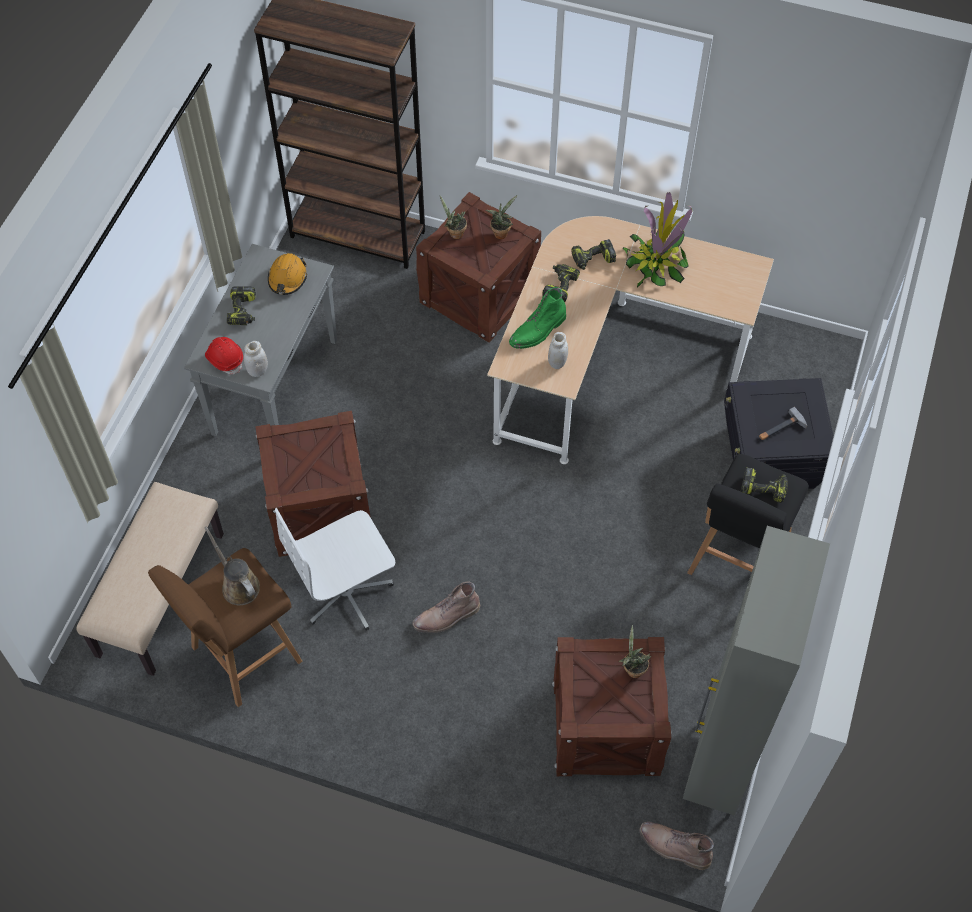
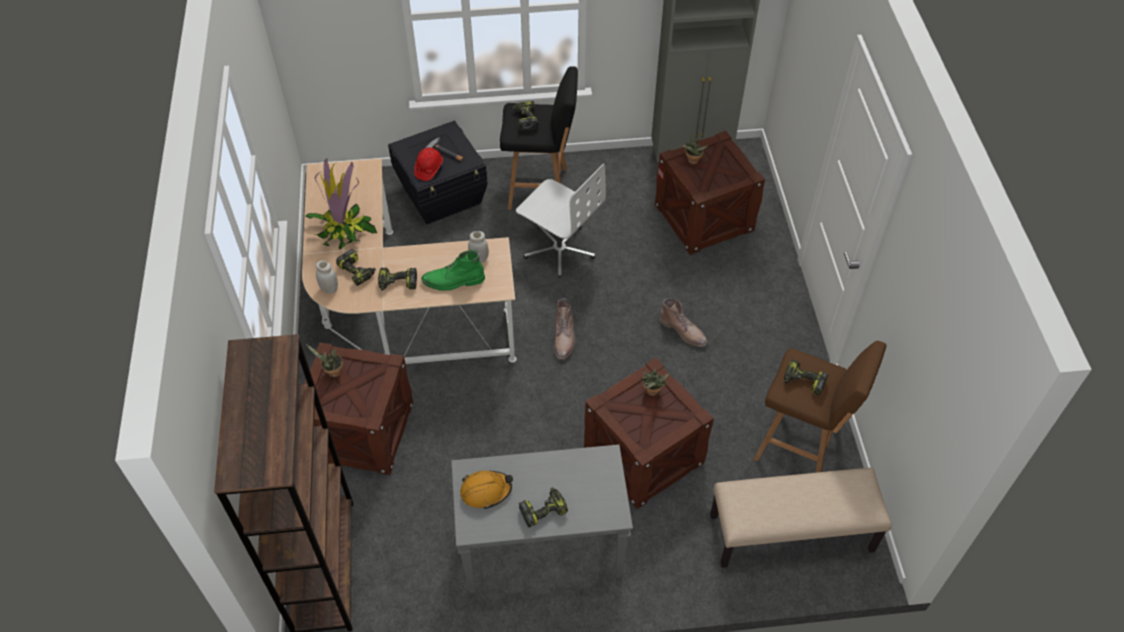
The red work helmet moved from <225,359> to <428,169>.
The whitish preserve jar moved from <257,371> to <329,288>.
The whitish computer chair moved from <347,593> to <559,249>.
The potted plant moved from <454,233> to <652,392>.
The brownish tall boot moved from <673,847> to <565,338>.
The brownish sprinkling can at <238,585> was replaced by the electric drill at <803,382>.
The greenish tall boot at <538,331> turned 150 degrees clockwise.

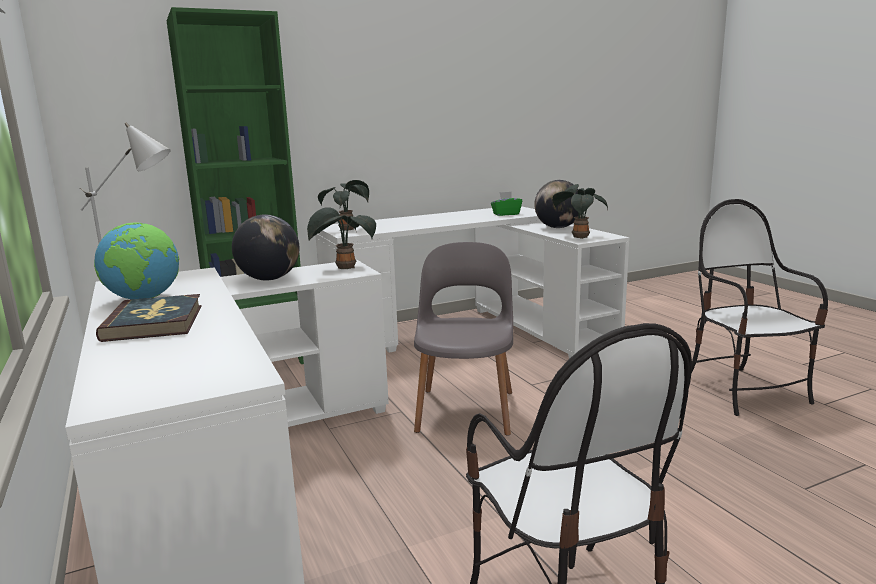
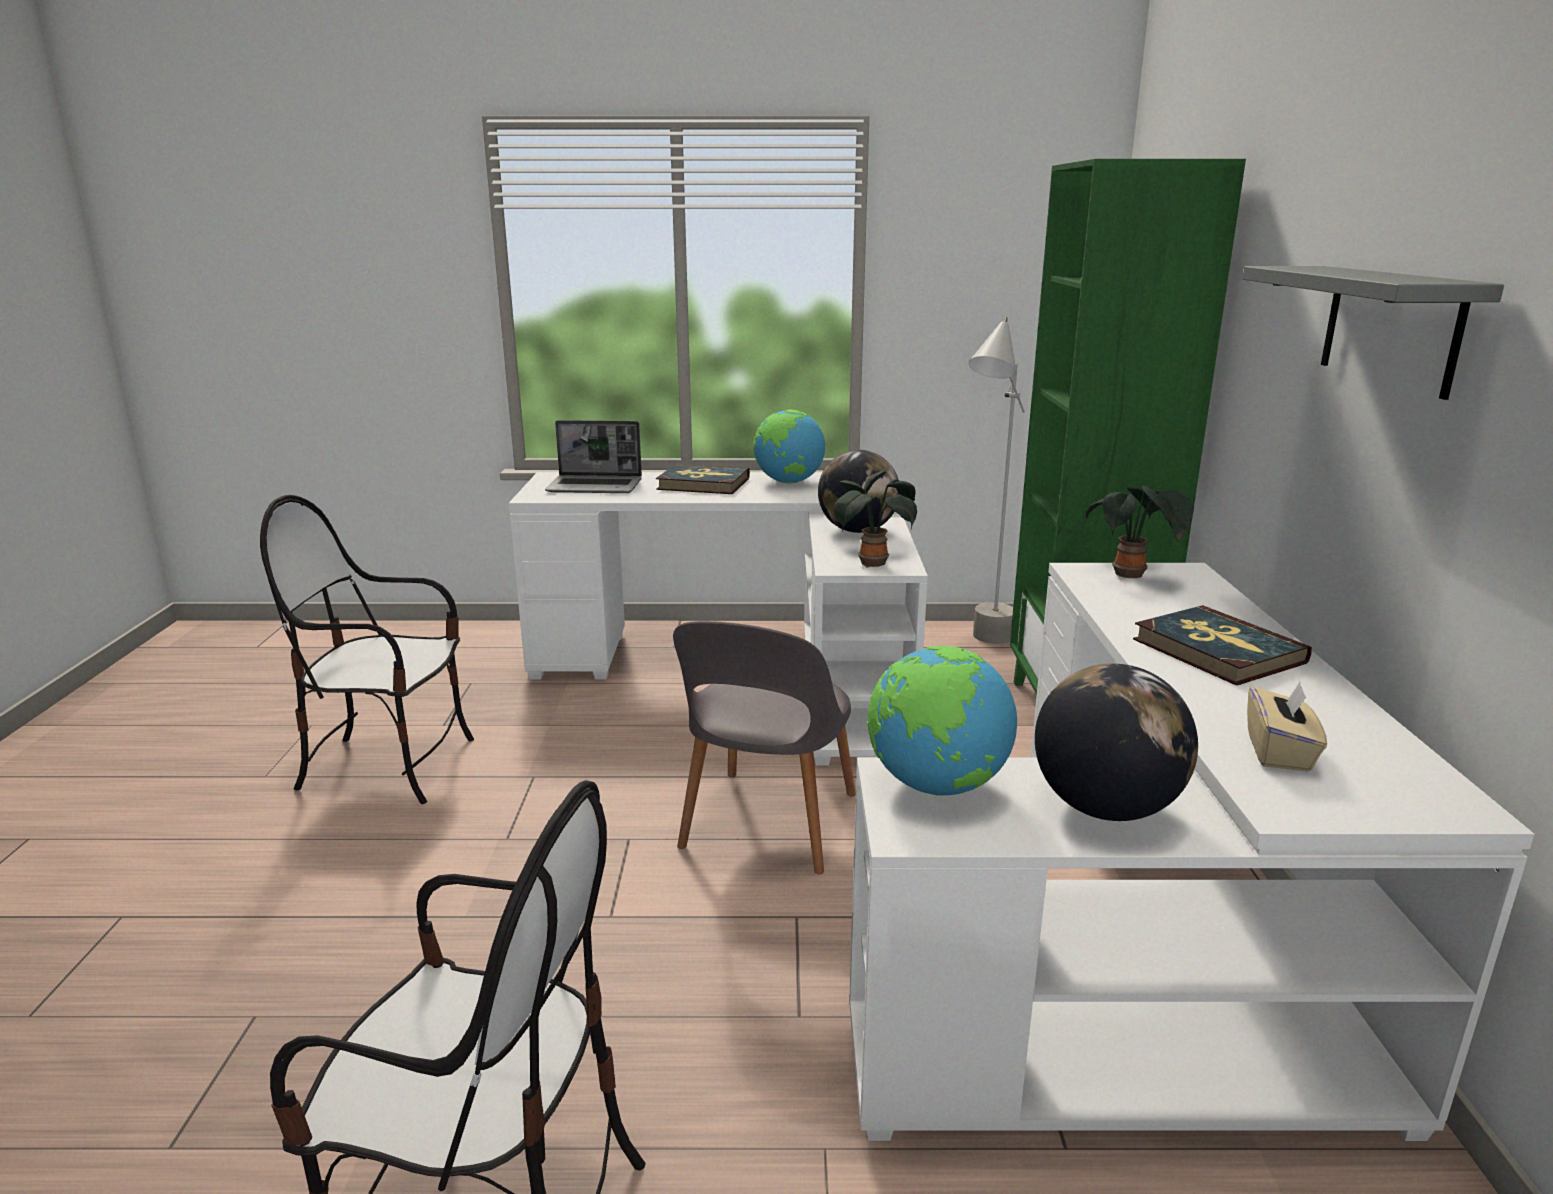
The portable computer at <596,486> appeared.
The bound book at <1217,651> appeared.
The grey shelf at <1390,328> appeared.
The potted plant at <578,237> was replaced by the world globe at <936,786>.
The greenish tissue holder at <506,214> became the sand-coloured tissue holder at <1279,752>.
The grey chair at <466,408> turned 75 degrees clockwise.

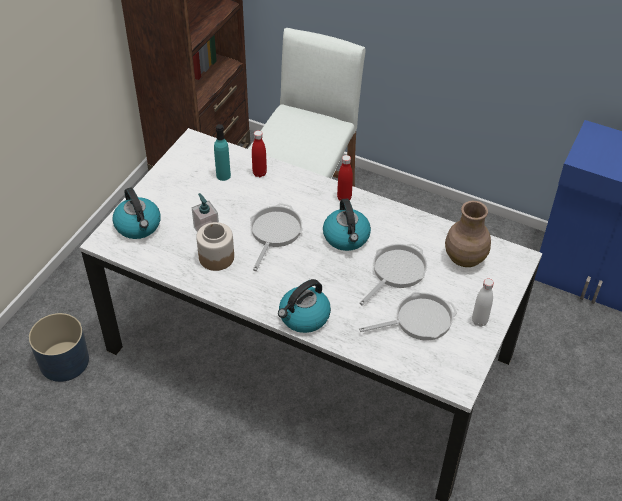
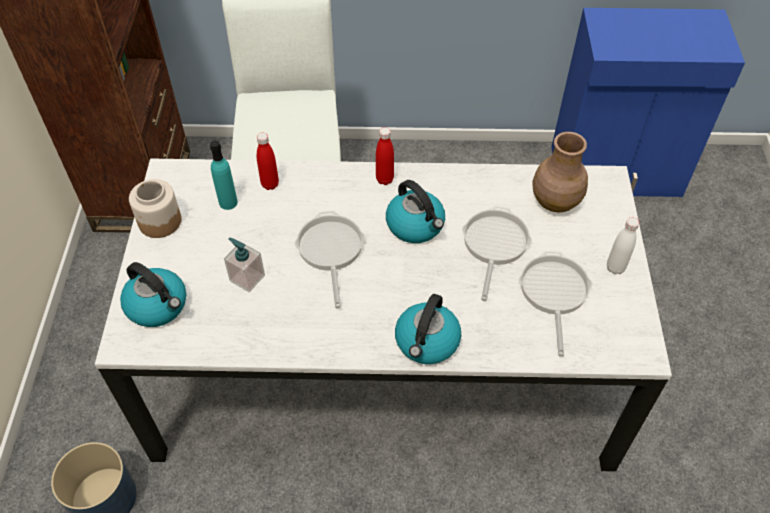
The preserve jar moved from <216,257> to <159,221>.
The skillet at <419,320> turned 45 degrees counterclockwise.

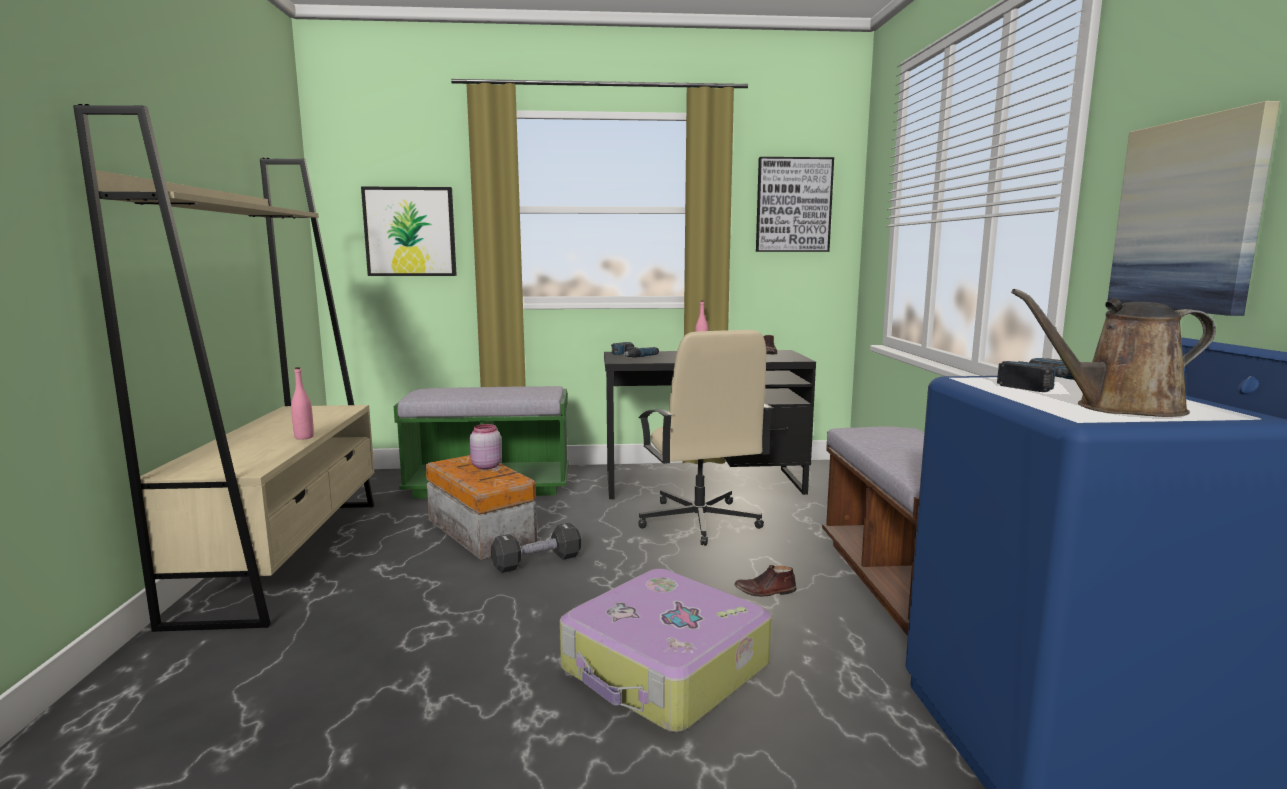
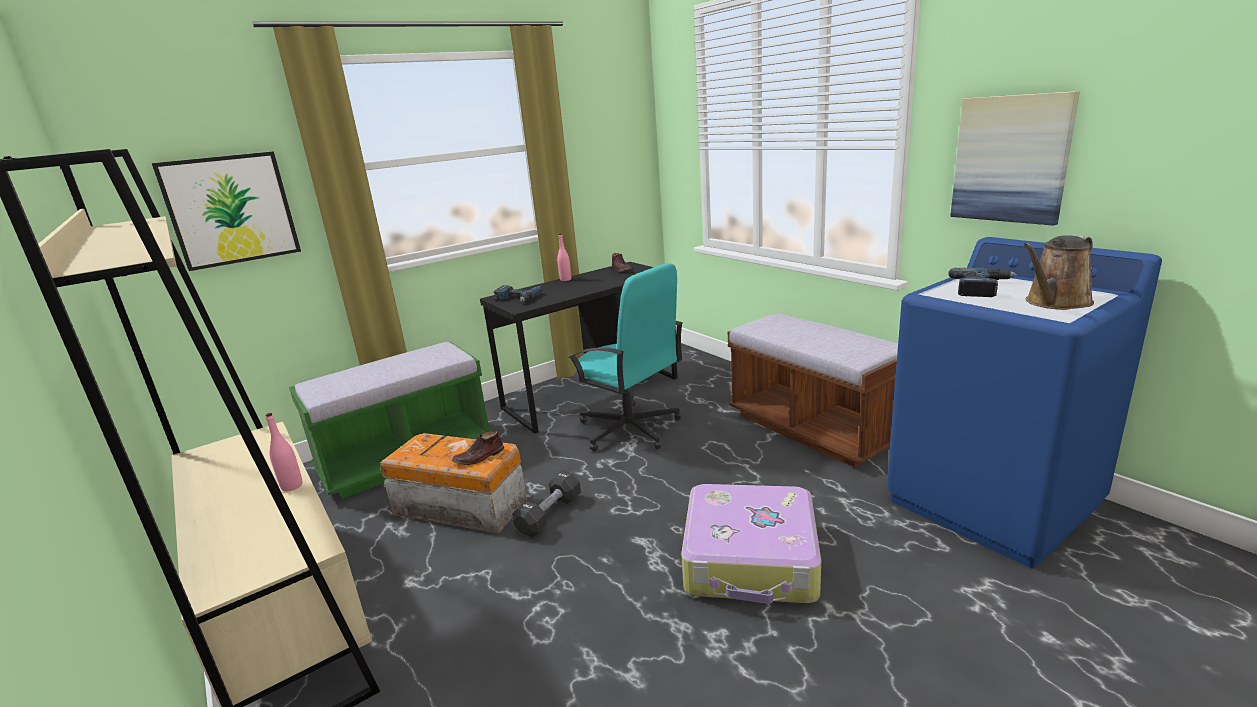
The pink preserve jar at <485,466> disappeared.
The wall art at <793,205> disappeared.
The brownish shoe moved from <765,591> to <479,457>.
The sand-coloured computer chair at <699,521> became the turquoise-coloured computer chair at <630,429>.

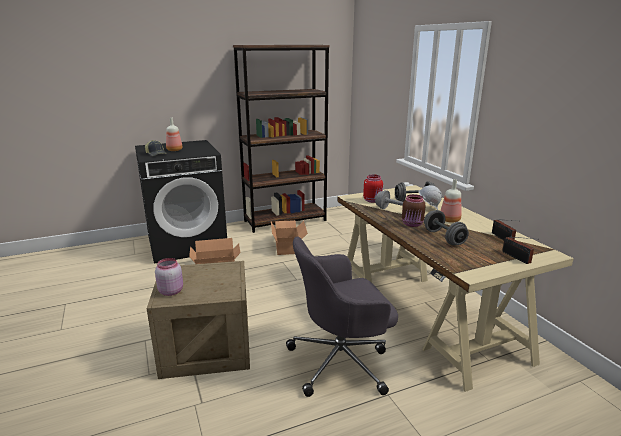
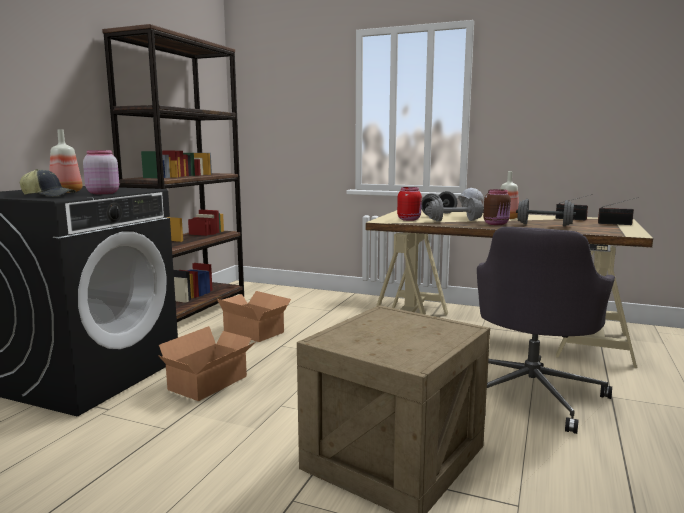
The pink preserve jar moved from <171,291> to <102,193>.

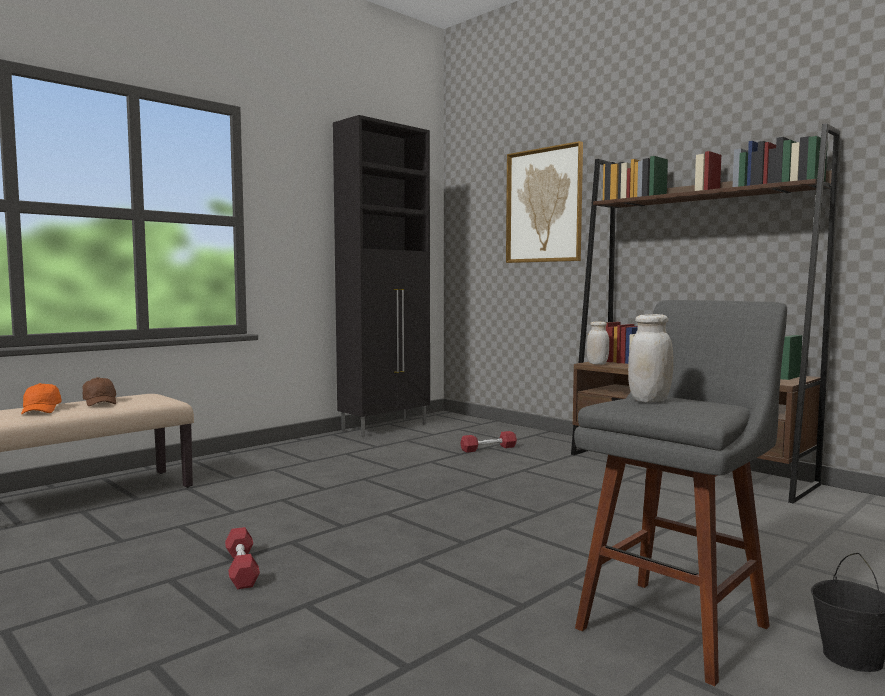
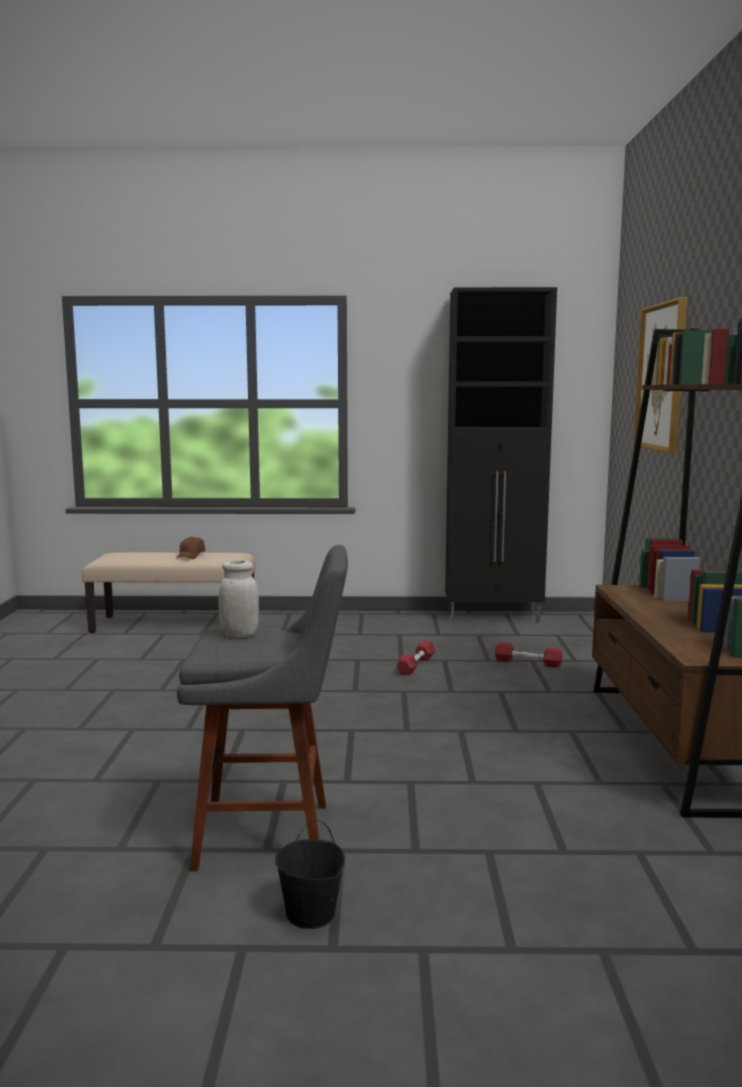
The orange cap at <41,410> disappeared.
The whitish preserve jar at <597,364> disappeared.
The red dumbbell moved from <241,569> to <416,665>.

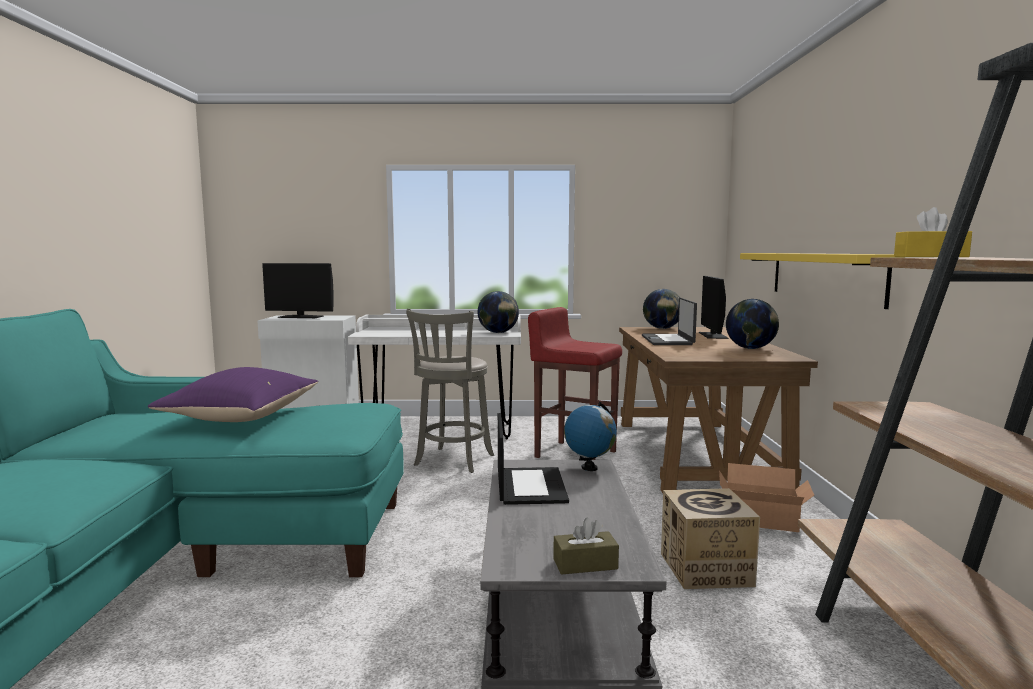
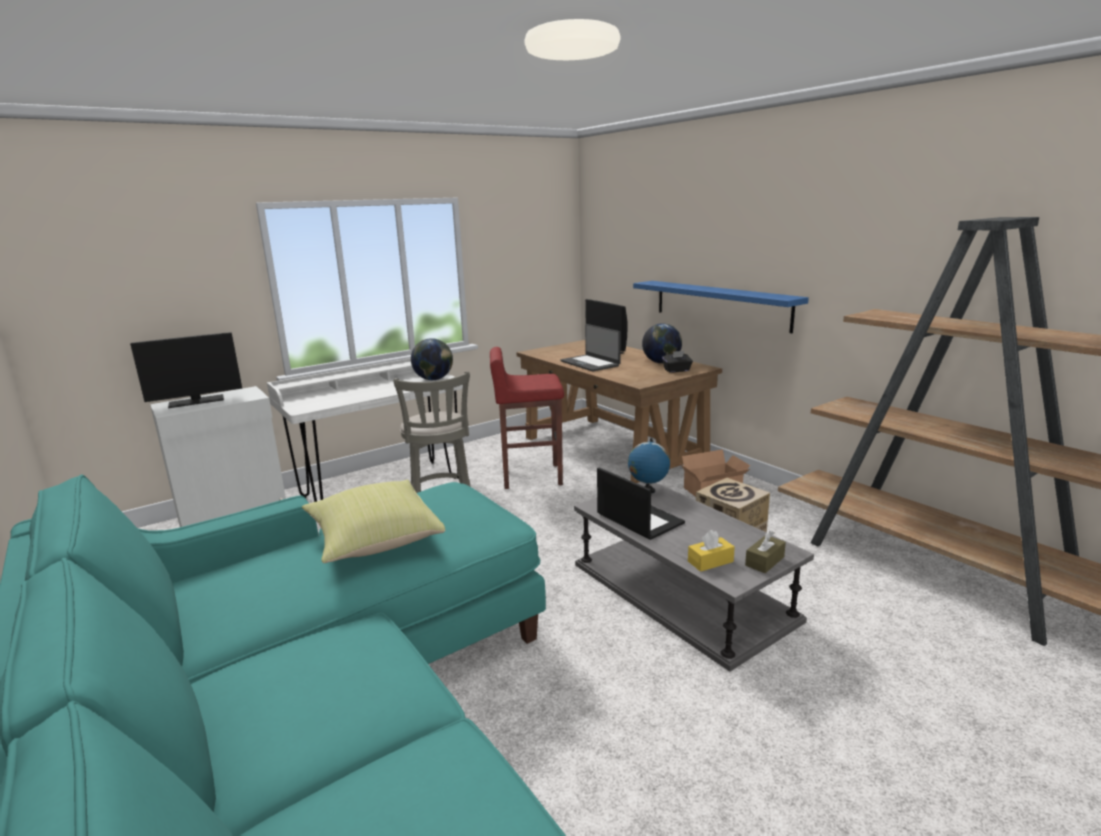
The world globe at <662,328> disappeared.
The blackish tissue holder at <677,370> appeared.
The yellowish tissue holder moved from <930,257> to <710,561>.
The purplish throw pillow at <241,418> became the yellowish throw pillow at <373,540>.
The yellowish shelf at <823,276> became the blue-coloured shelf at <720,304>.

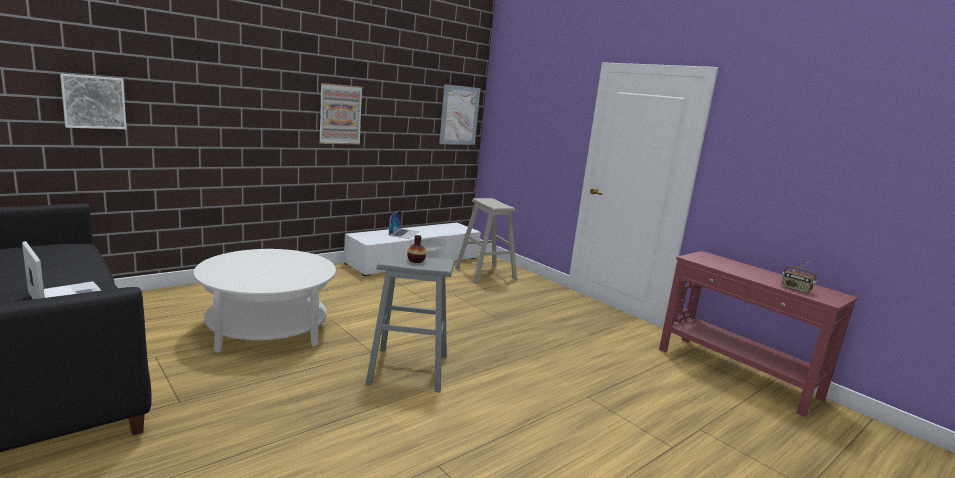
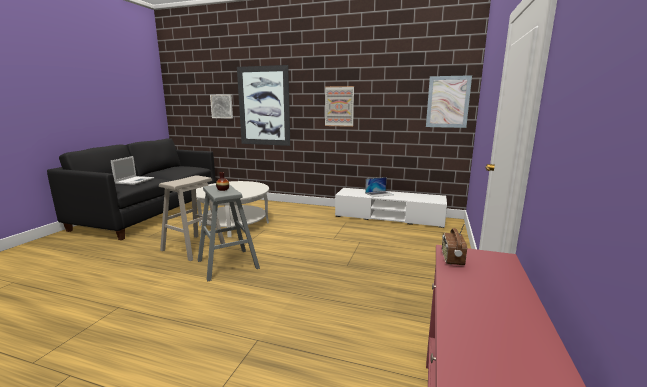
The wall art at <264,106> appeared.
The sand-coloured sitting stool moved from <485,274> to <193,247>.
The radio set moved from <795,289> to <452,259>.

